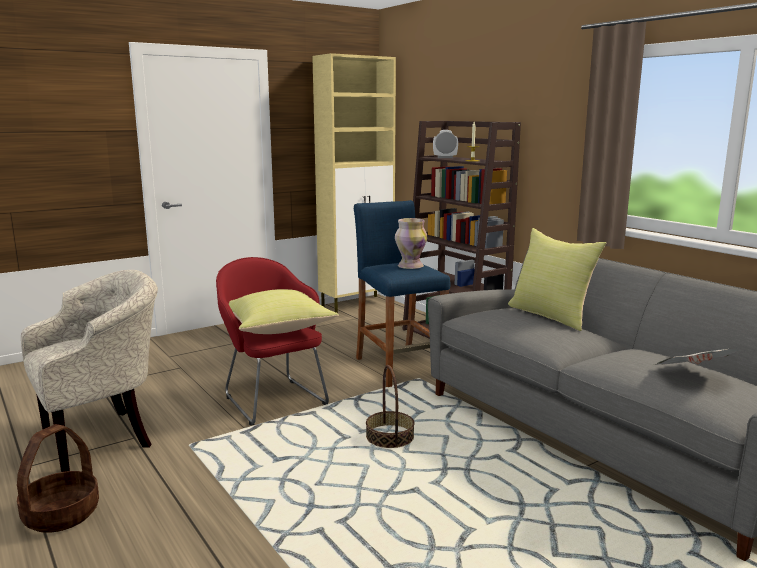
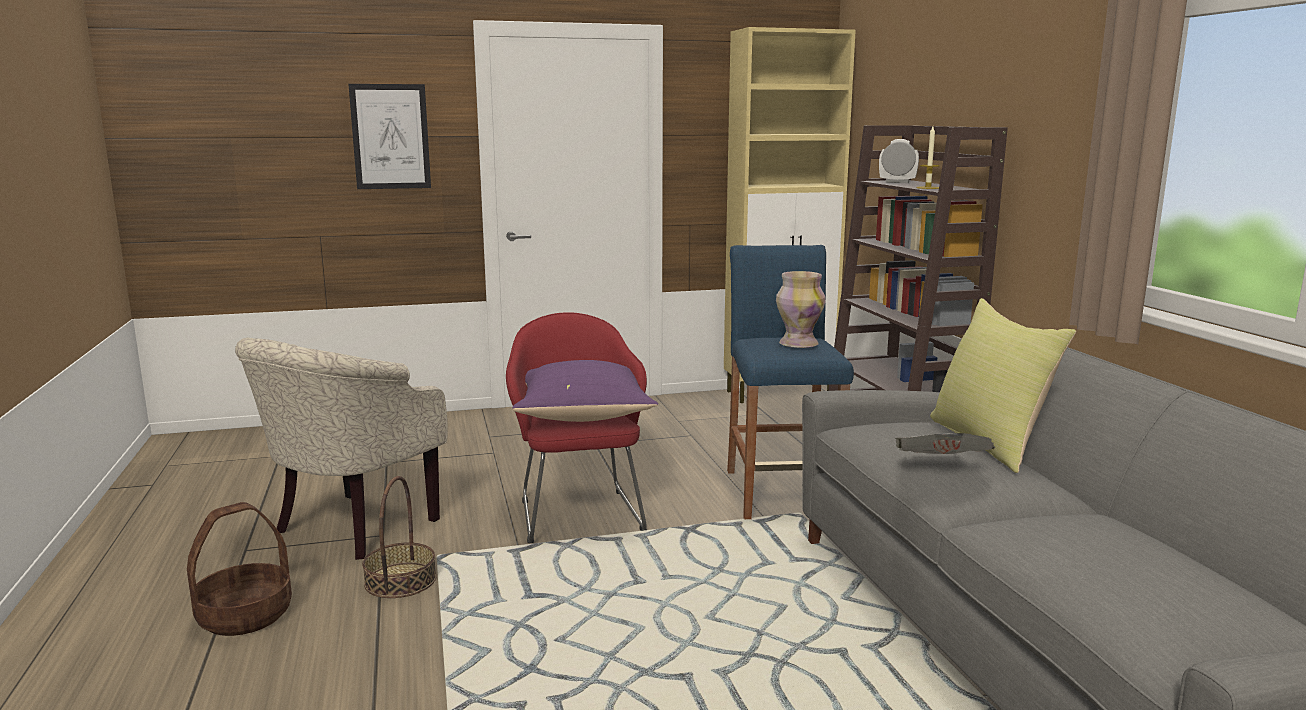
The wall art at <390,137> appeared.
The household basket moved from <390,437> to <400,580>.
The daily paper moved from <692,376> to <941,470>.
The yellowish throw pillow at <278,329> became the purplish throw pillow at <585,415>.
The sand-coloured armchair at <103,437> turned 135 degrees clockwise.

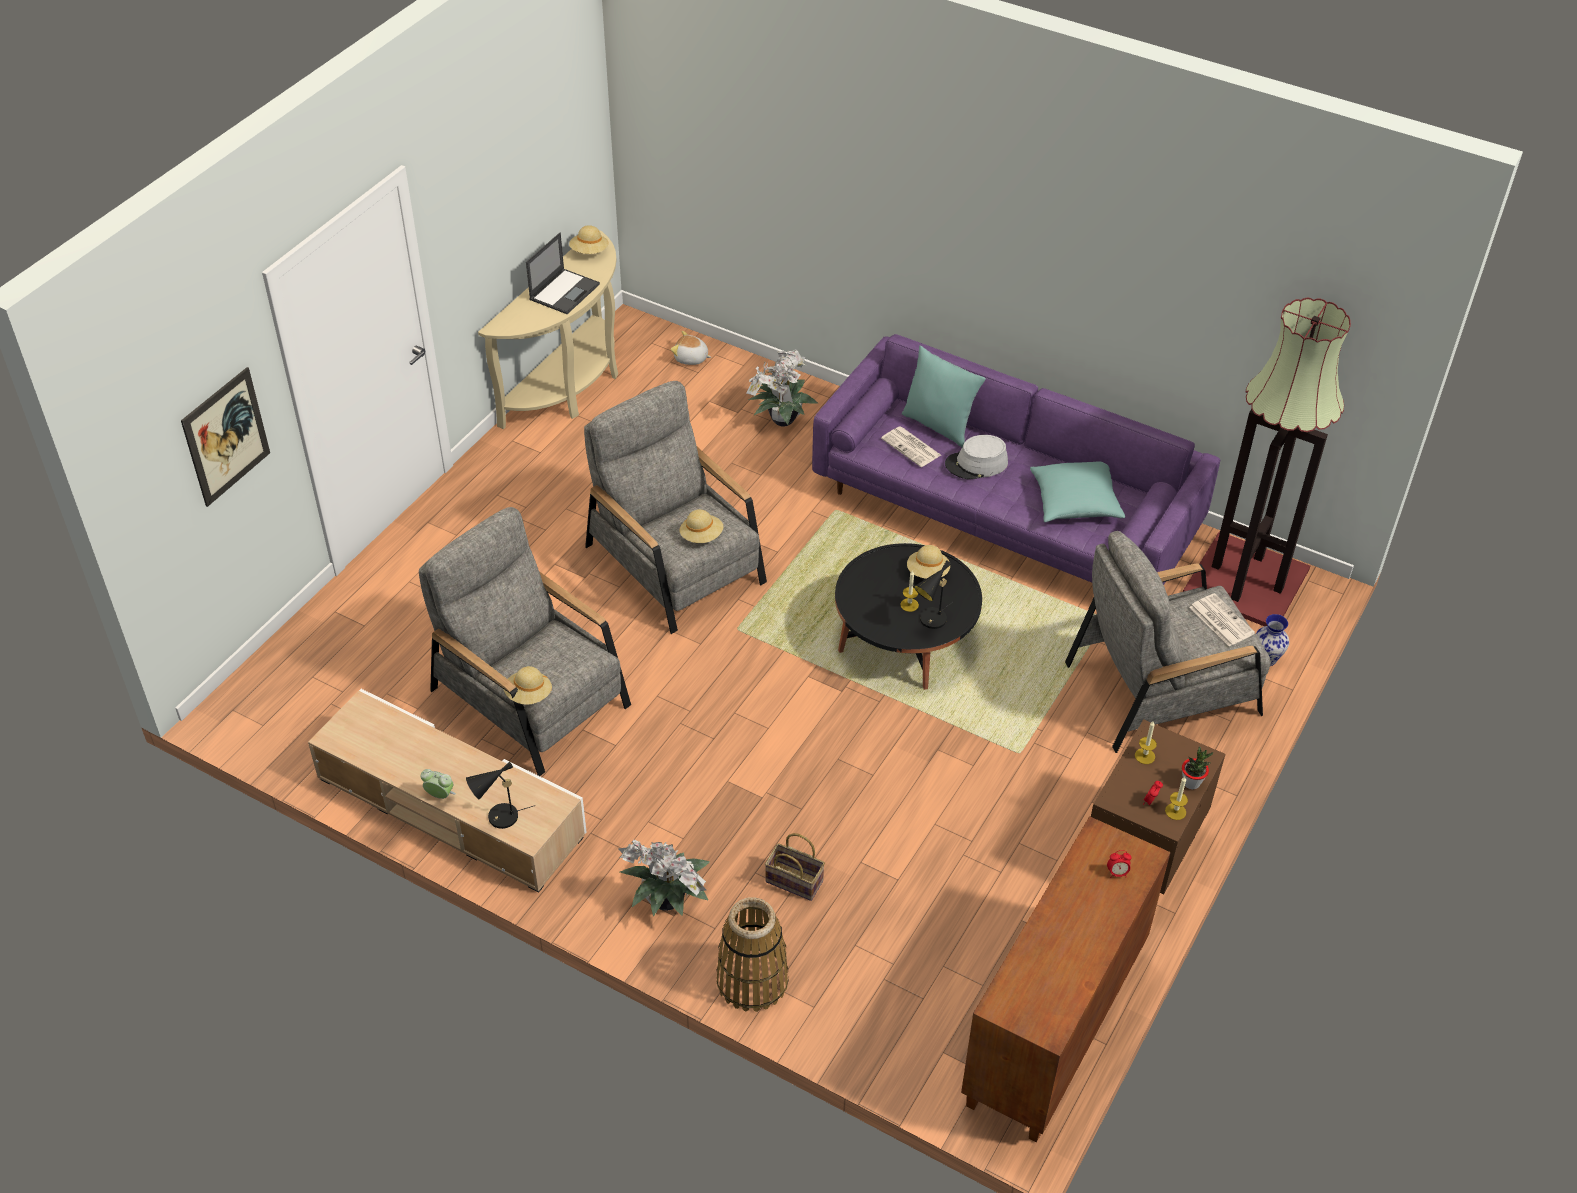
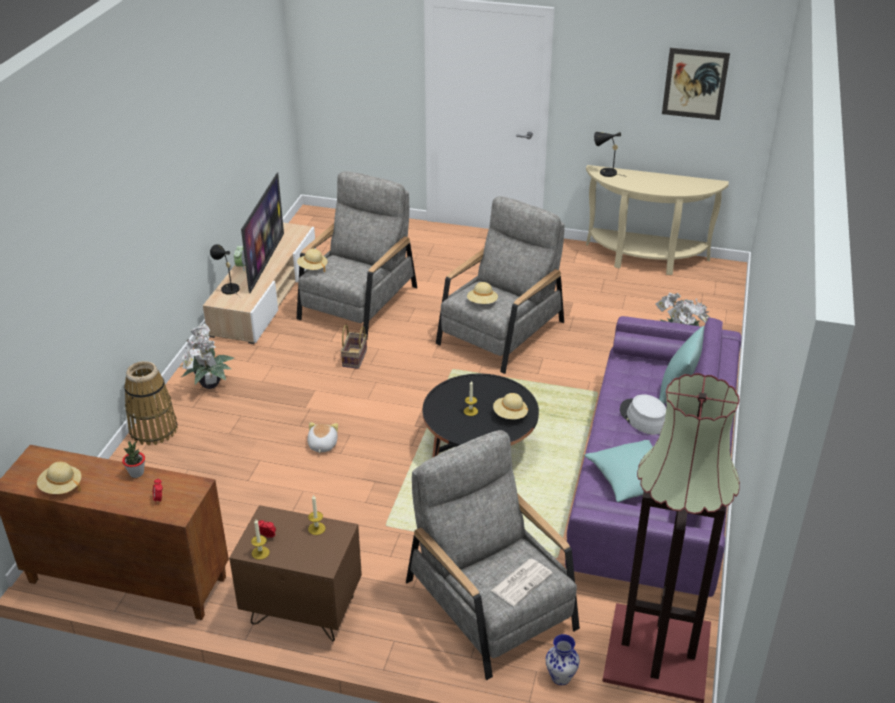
The portable computer at <565,291> disappeared.
The daily paper at <912,447> disappeared.
The television at <265,262> appeared.
The wall art moved from <226,437> to <695,84>.
The sand-coloured hat moved from <589,251> to <61,487>.
The cuddly toy moved from <691,358> to <322,445>.
The household basket moved from <796,881> to <355,359>.
The blackish tabletop lamp moved from <931,622> to <605,172>.
The potted plant moved from <1191,783> to <136,473>.

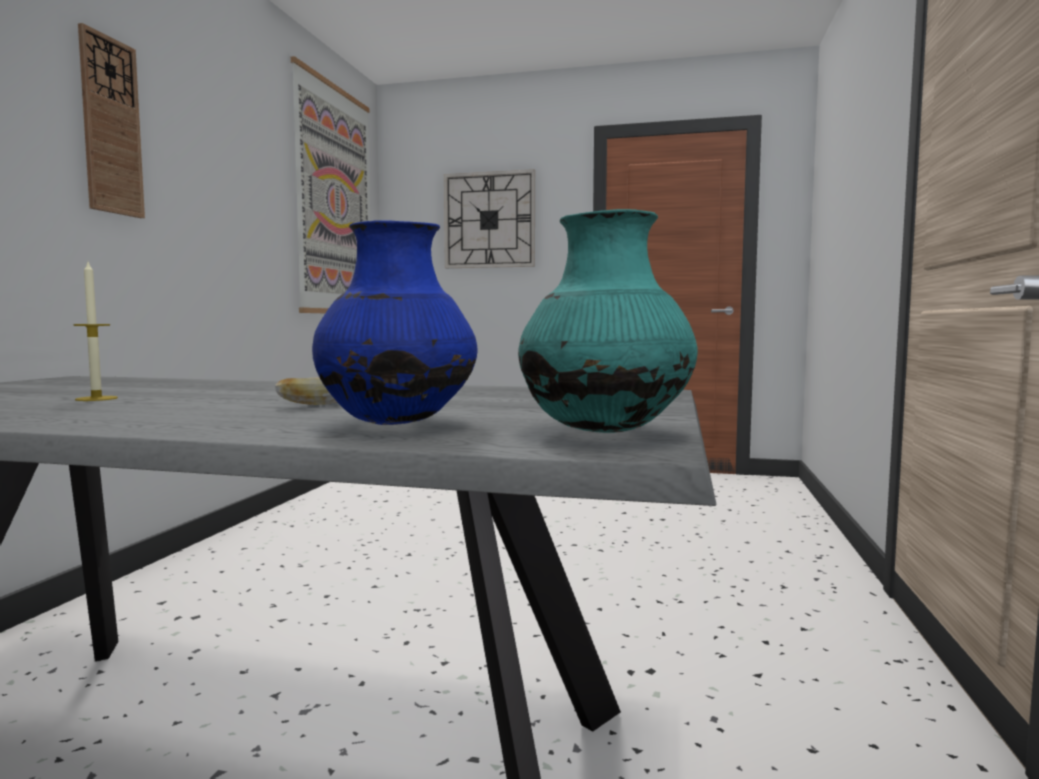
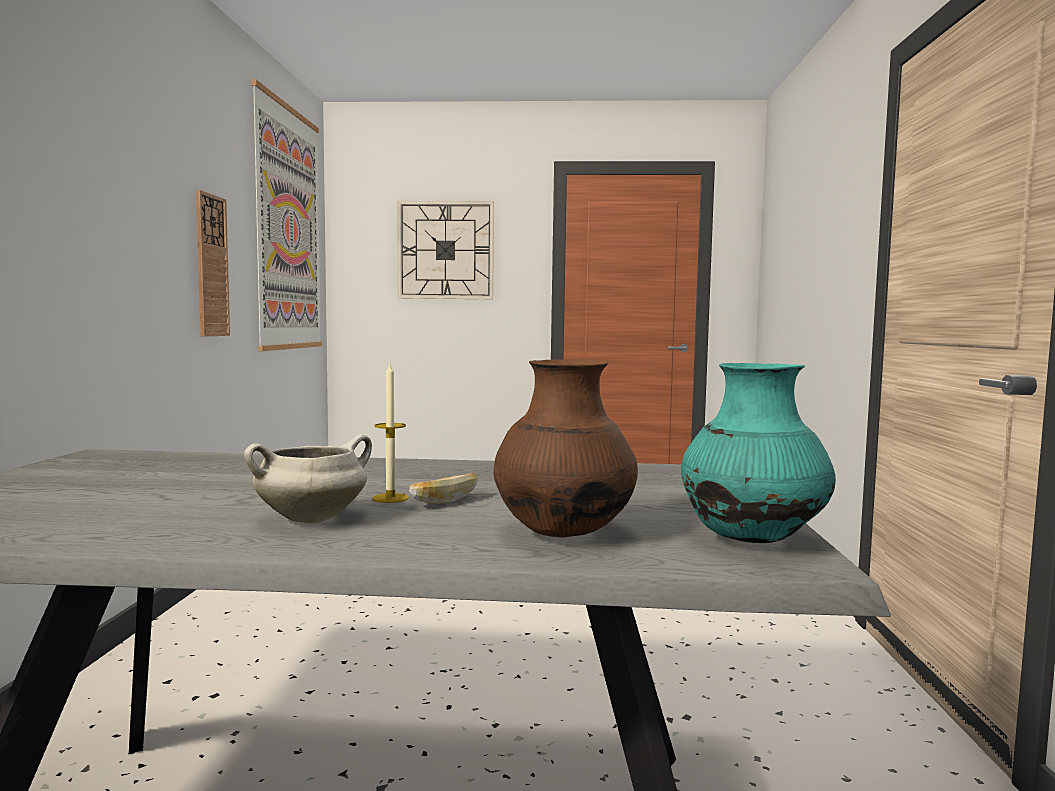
The whitish cooking pot at <312,518> appeared.
The candle moved from <96,399> to <390,498>.
The clock on the wall moved from <111,126> to <211,266>.
The blue-coloured decorative vase at <397,424> became the brownish decorative vase at <563,533>.

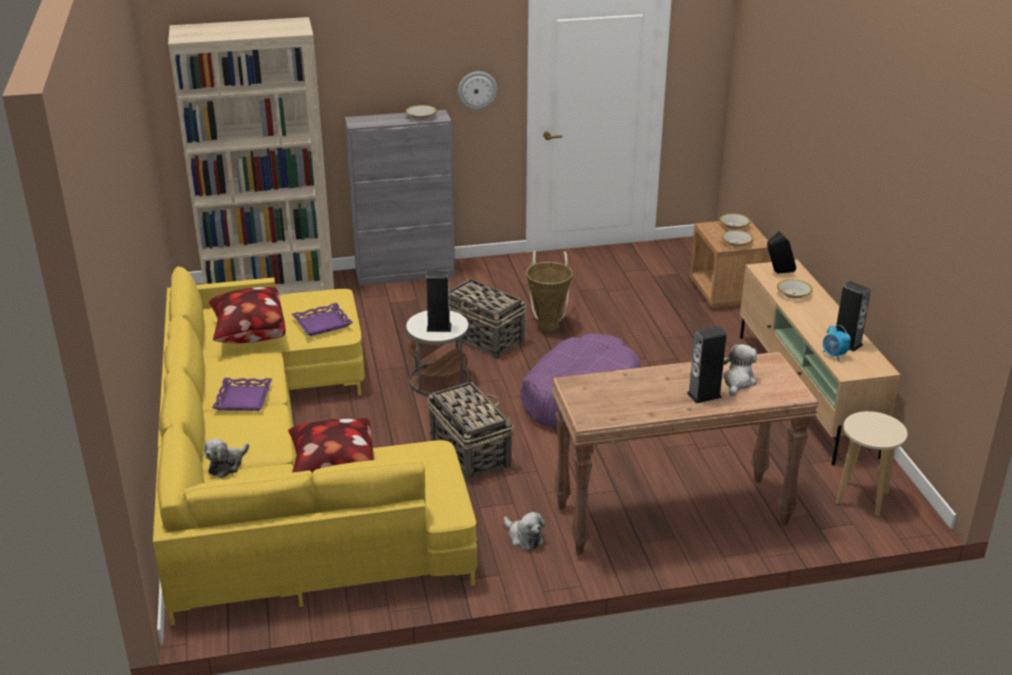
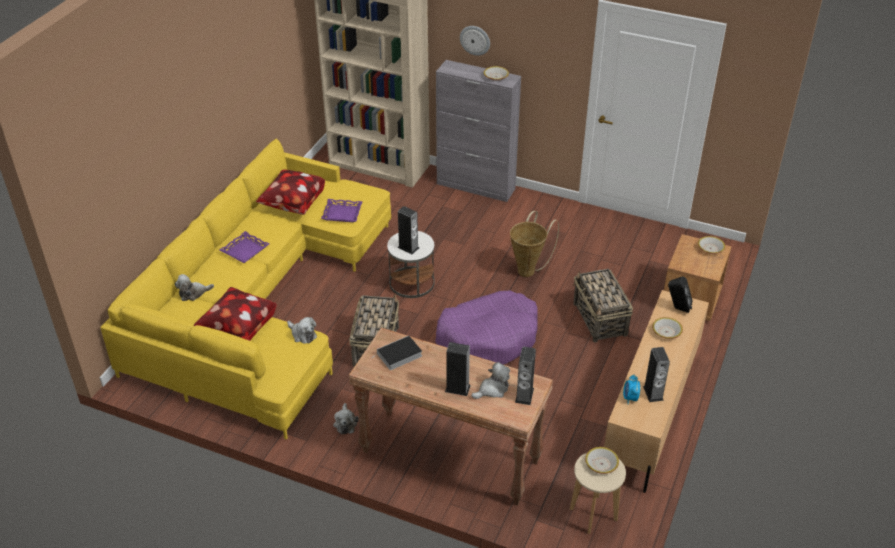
The cuddly toy at <302,334> appeared.
The bound book at <398,355> appeared.
The speaker at <524,395> appeared.
The household basket moved from <484,339> to <600,319>.
The clock on the wall moved from <477,90> to <475,40>.
The deep dish moved from <737,243> to <601,464>.

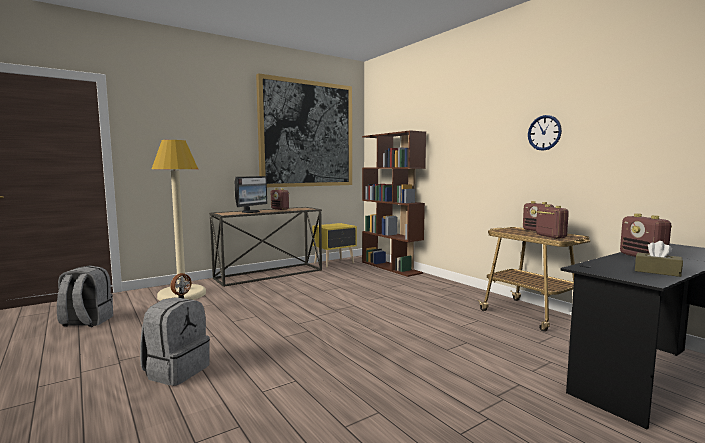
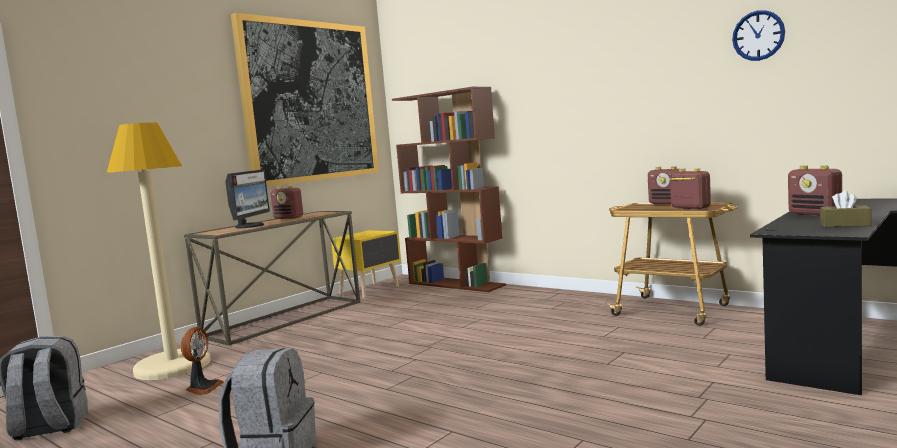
The clock on the wall moved from <544,132> to <758,35>.

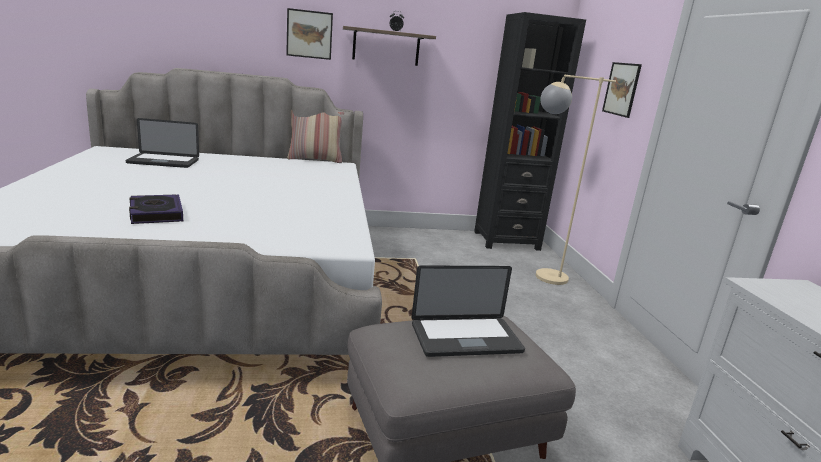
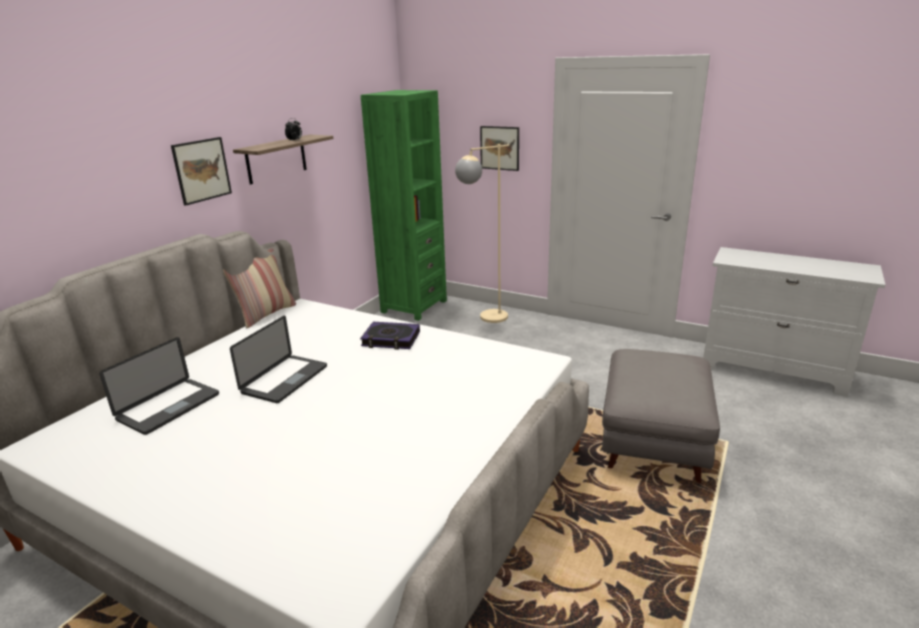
The bound book moved from <156,214> to <391,339>.
The portable computer moved from <466,338> to <285,380>.
The blackish bookshelf at <506,240> became the greenish bookshelf at <414,306>.

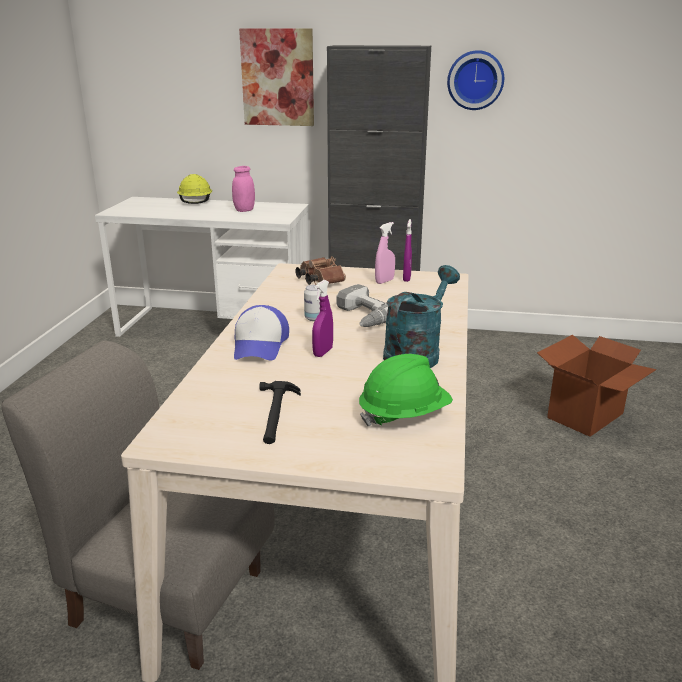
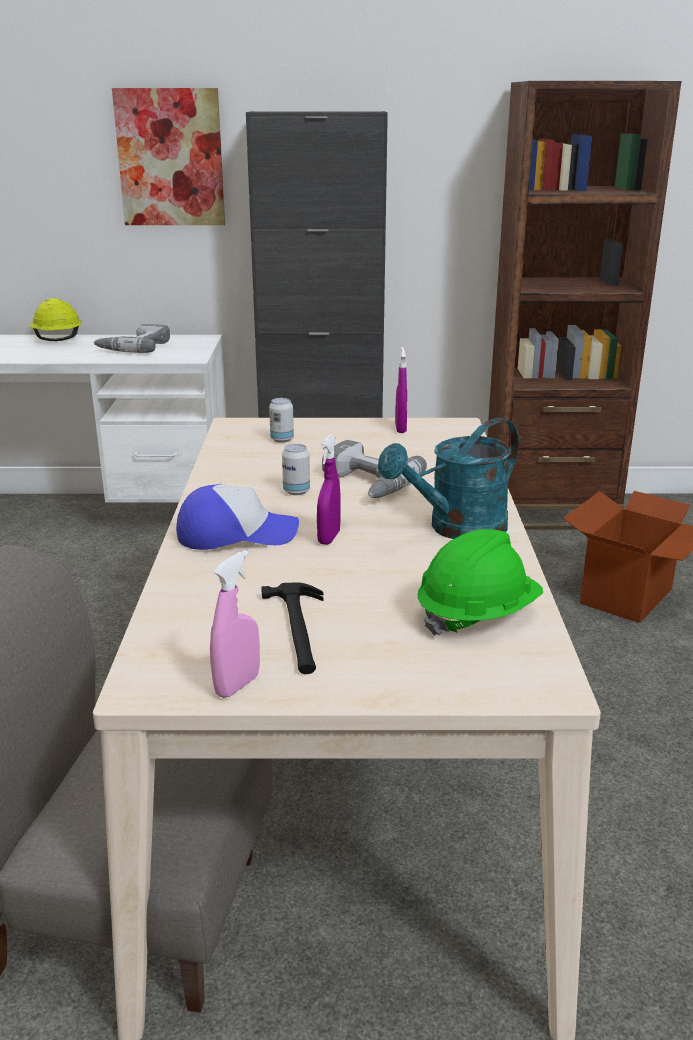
The clock on the wall at <475,80> disappeared.
The brownish bookshelf at <549,511> appeared.
The pink hand sprayer moved from <384,281> to <237,685>.
The pink preserve jar at <244,210> was replaced by the electric drill at <134,347>.
The brownish binoculars at <319,281> was replaced by the can at <282,439>.
The cap at <260,345> turned 90 degrees counterclockwise.
The turquoise-coloured sprinkling can at <416,353> turned 150 degrees counterclockwise.

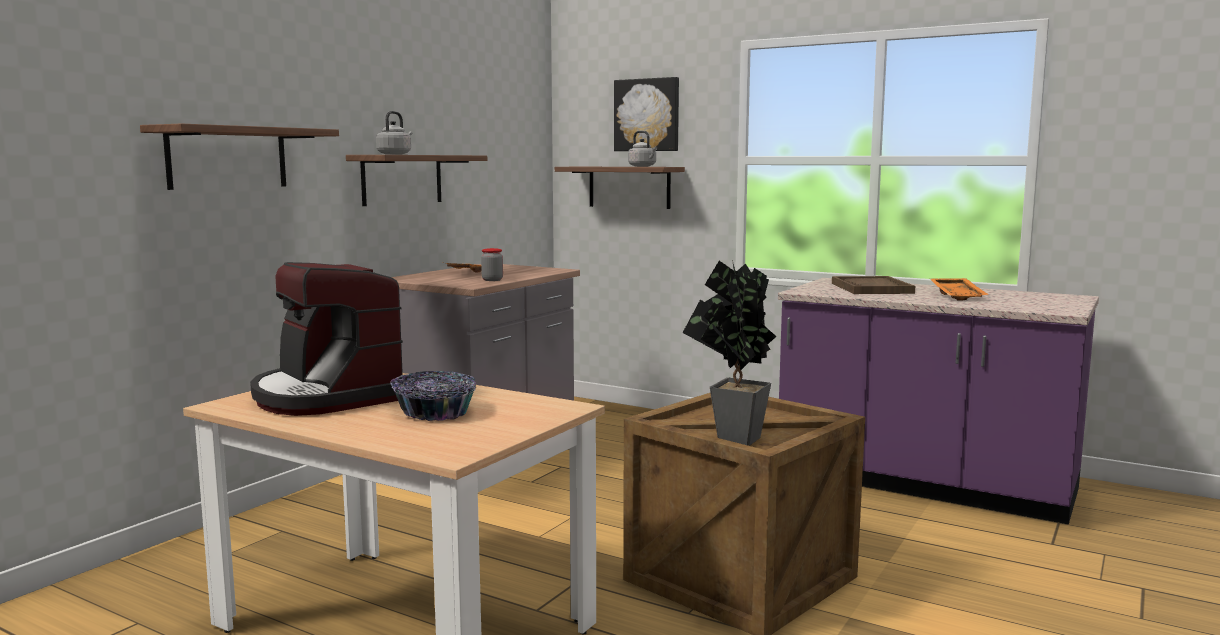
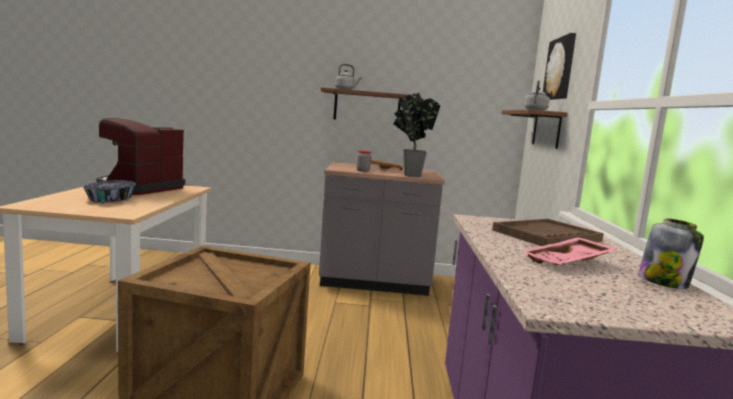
The shelf at <227,158> disappeared.
The preserve jar at <664,282> appeared.
The potted plant moved from <732,440> to <408,175>.
The orange carrying tray at <958,296> became the pink carrying tray at <568,262>.

